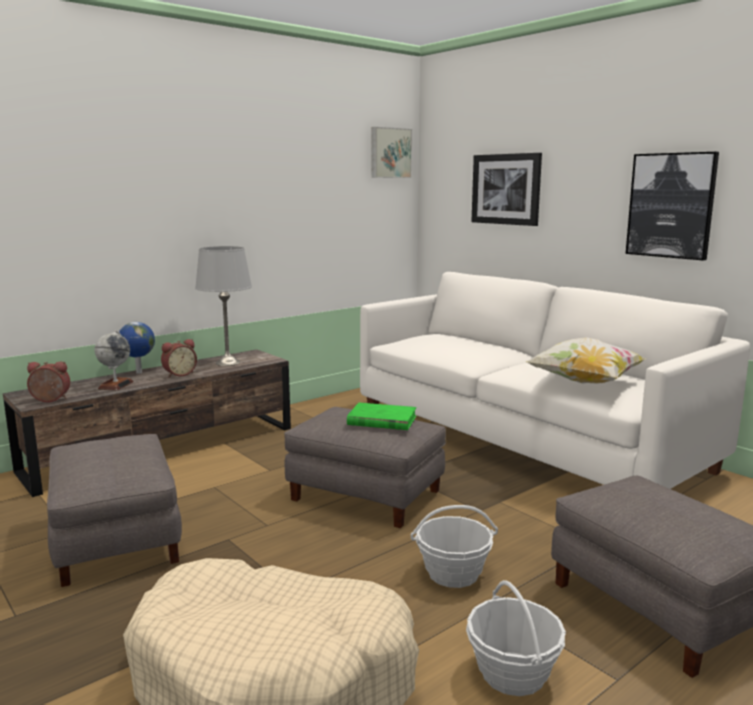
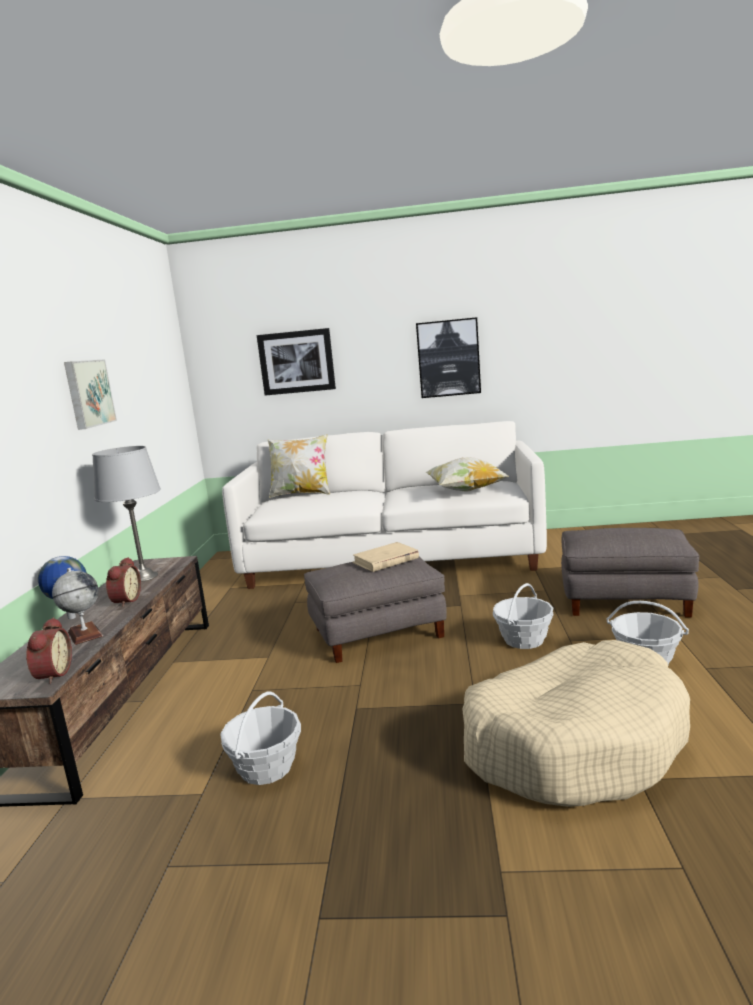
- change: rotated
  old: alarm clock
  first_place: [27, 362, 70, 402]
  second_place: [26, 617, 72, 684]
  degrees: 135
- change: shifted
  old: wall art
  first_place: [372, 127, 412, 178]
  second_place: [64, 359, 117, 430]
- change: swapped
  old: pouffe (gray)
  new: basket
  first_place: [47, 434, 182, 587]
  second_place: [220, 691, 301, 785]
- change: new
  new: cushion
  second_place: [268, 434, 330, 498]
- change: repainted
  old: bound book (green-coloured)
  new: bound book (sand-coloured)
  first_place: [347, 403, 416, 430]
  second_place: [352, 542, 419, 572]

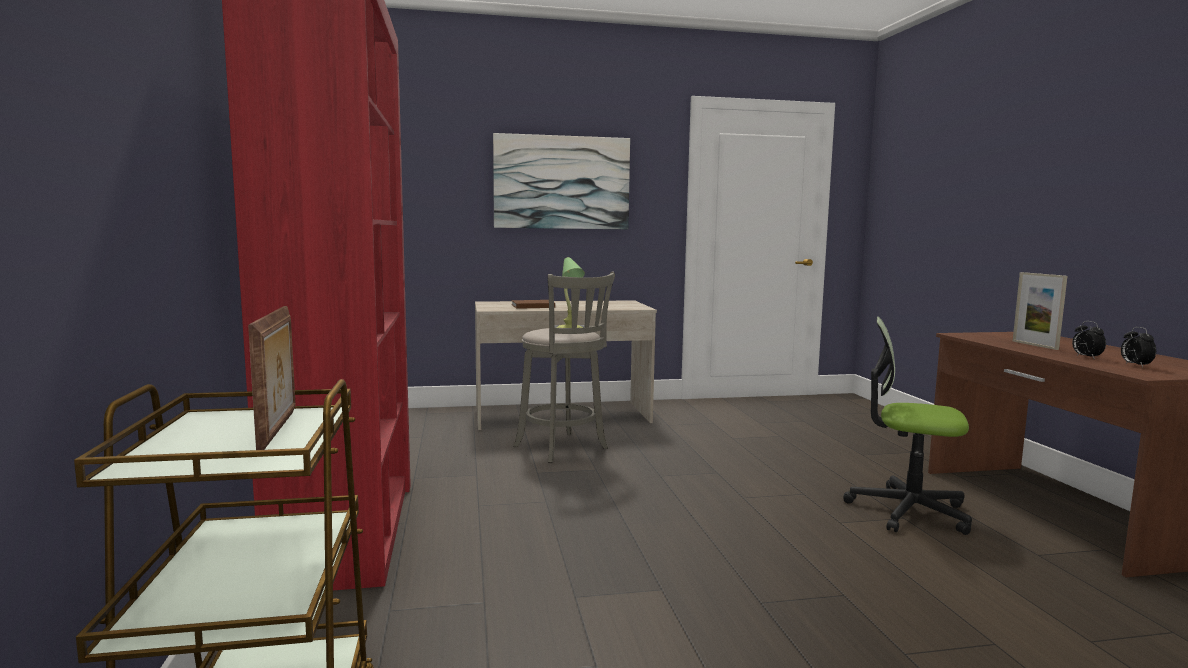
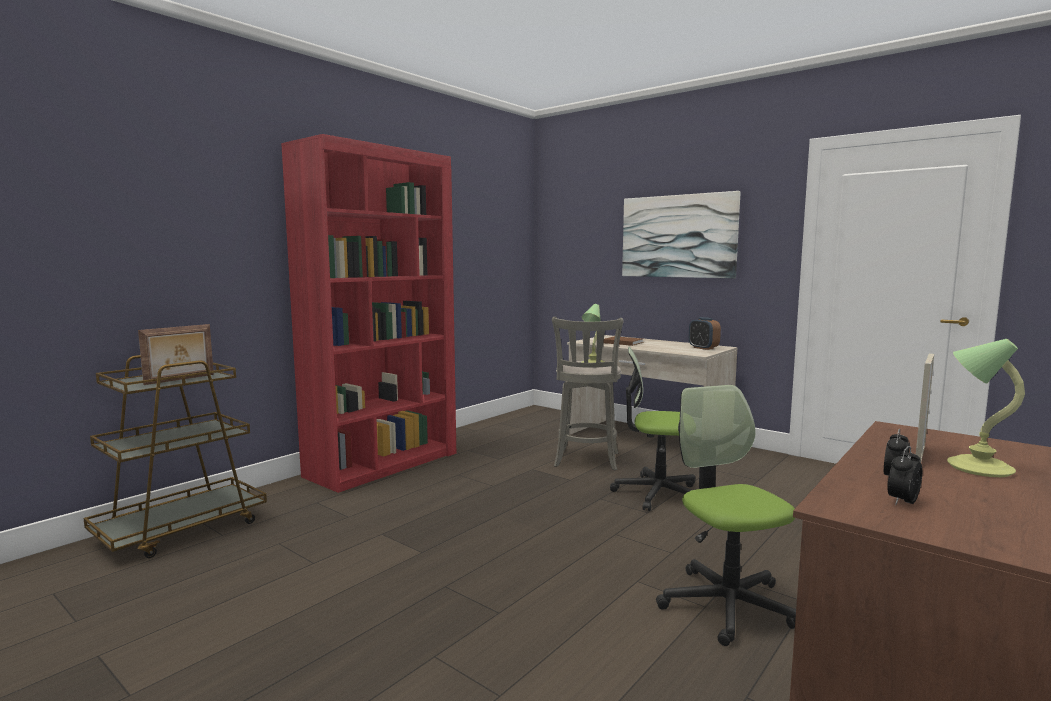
- change: new
  new: office chair
  second_place: [610, 347, 696, 511]
- change: new
  new: alarm clock
  second_place: [689, 317, 721, 350]
- change: new
  new: table lamp
  second_place: [947, 339, 1025, 477]

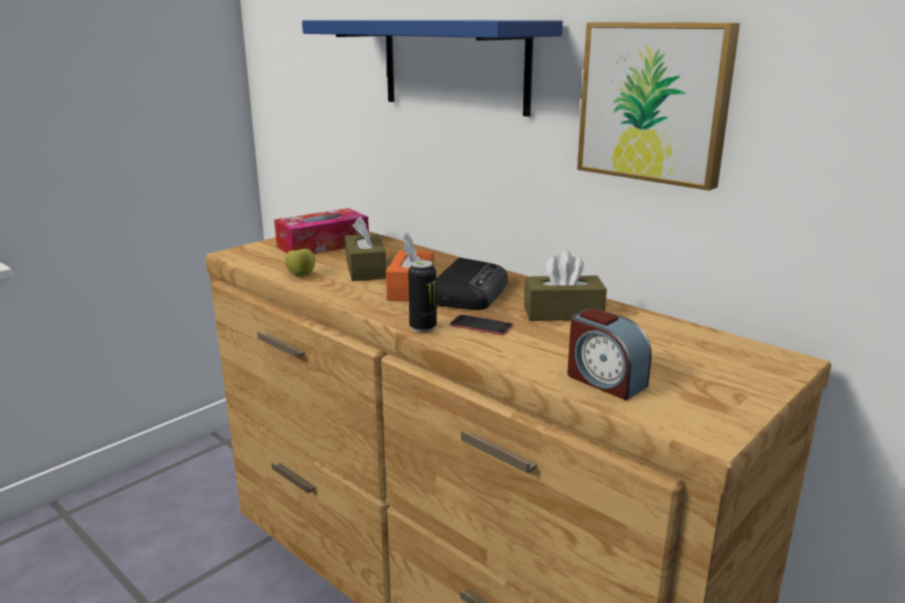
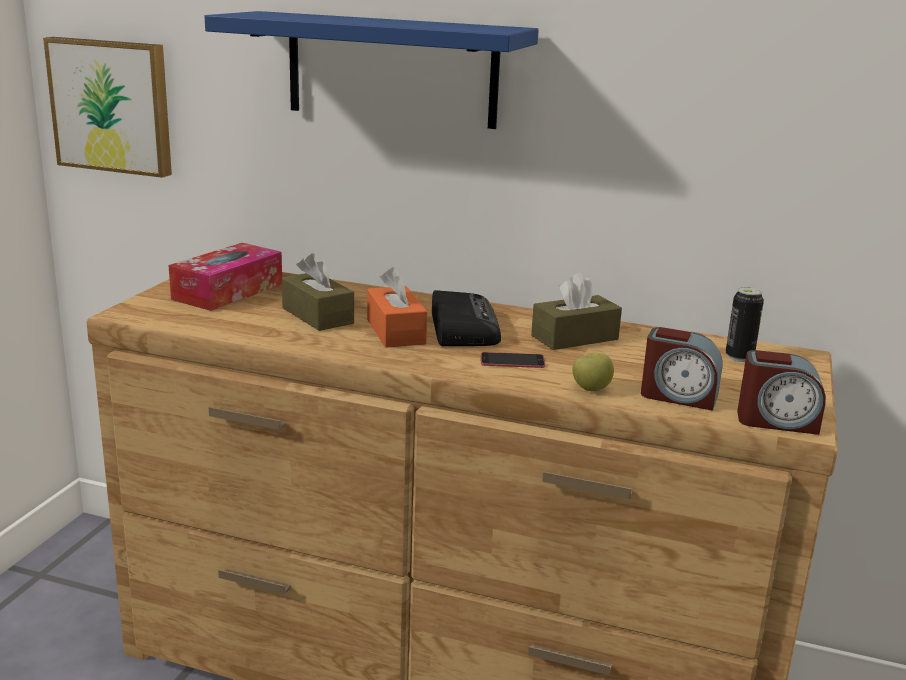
- change: shifted
  old: wall art
  first_place: [577, 22, 740, 191]
  second_place: [43, 37, 172, 178]
- change: shifted
  old: whole apple
  first_place: [285, 249, 315, 276]
  second_place: [572, 353, 614, 391]
- change: shifted
  old: metal can
  first_place: [408, 260, 437, 332]
  second_place: [726, 287, 764, 362]
- change: new
  new: alarm clock
  second_place: [737, 350, 826, 435]

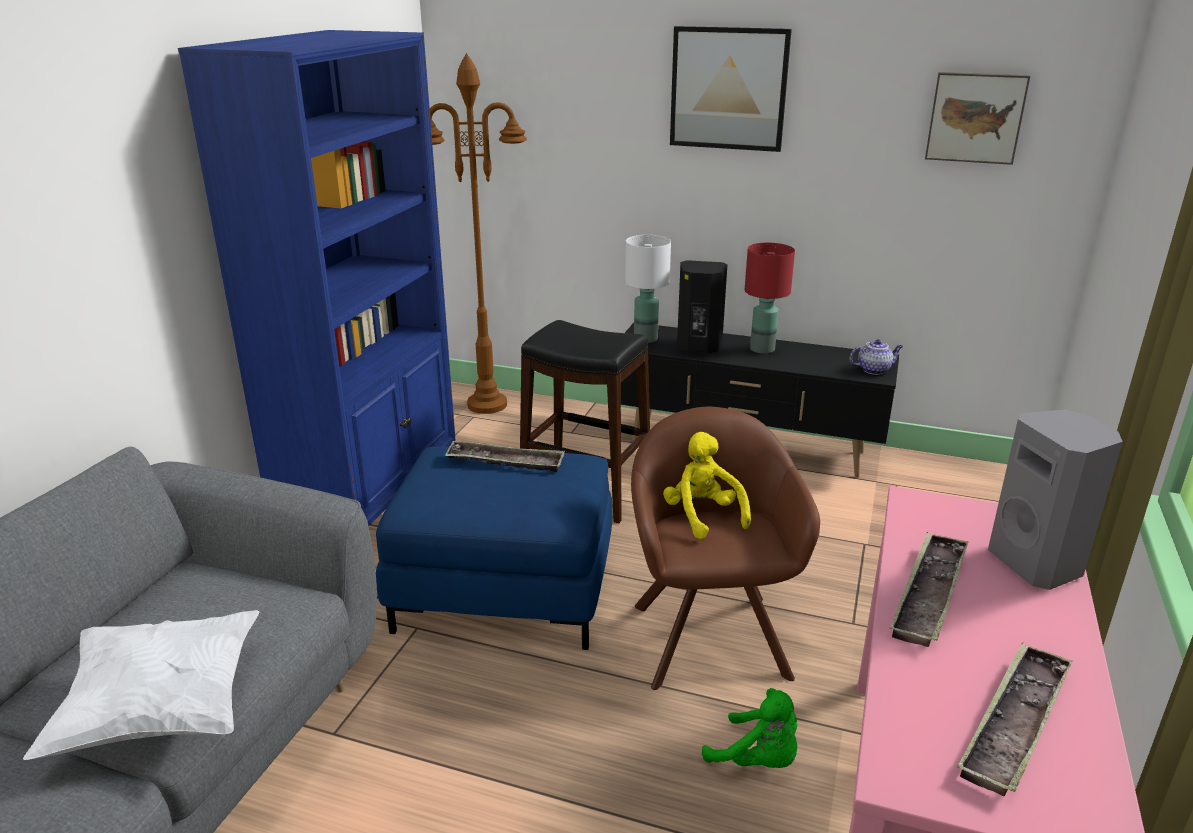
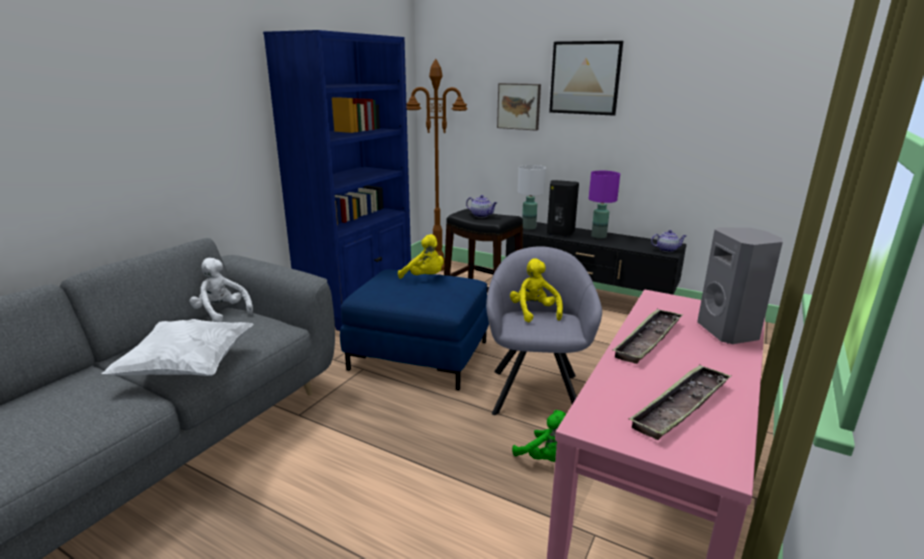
- change: new
  new: plush toy (white-coloured)
  second_place: [190, 258, 253, 322]
- change: swapped
  old: tray
  new: plush toy (yellow-coloured)
  first_place: [445, 441, 565, 473]
  second_place: [398, 234, 444, 279]
- change: new
  new: teapot
  second_place: [466, 195, 497, 218]
- change: repainted
  old: armchair (brownish)
  new: armchair (gray)
  first_place: [631, 407, 820, 690]
  second_place: [486, 246, 602, 415]
- change: shifted
  old: wall art
  first_place: [925, 72, 1030, 165]
  second_place: [497, 83, 541, 130]
- change: repainted
  old: table lamp (red)
  new: table lamp (purple)
  first_place: [745, 243, 795, 354]
  second_place: [589, 171, 620, 239]

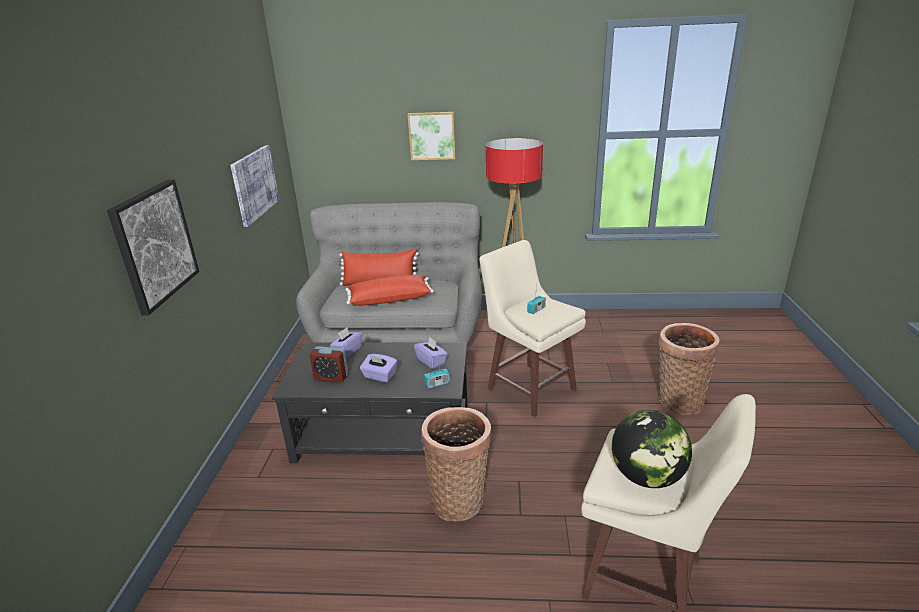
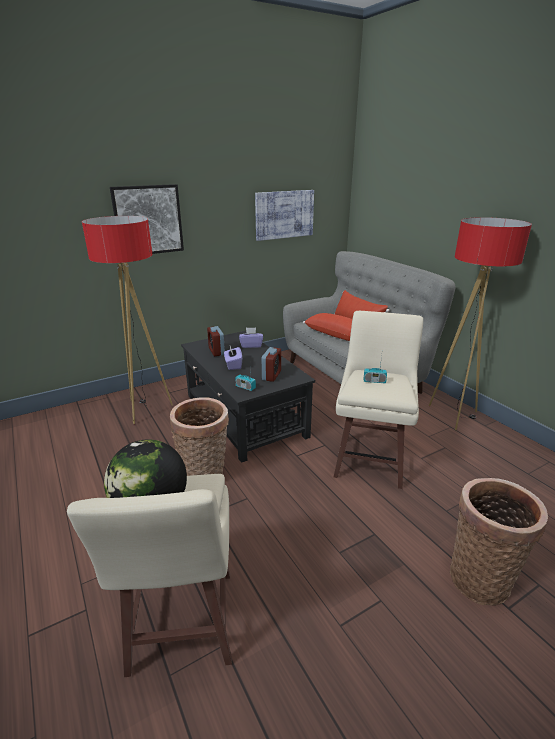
- change: new
  new: standing lamp
  second_place: [82, 216, 173, 424]
- change: swapped
  old: box of tissues (purple)
  new: alarm clock
  first_place: [414, 337, 448, 369]
  second_place: [262, 347, 281, 382]
- change: gone
  old: wall art
  first_place: [408, 112, 456, 160]

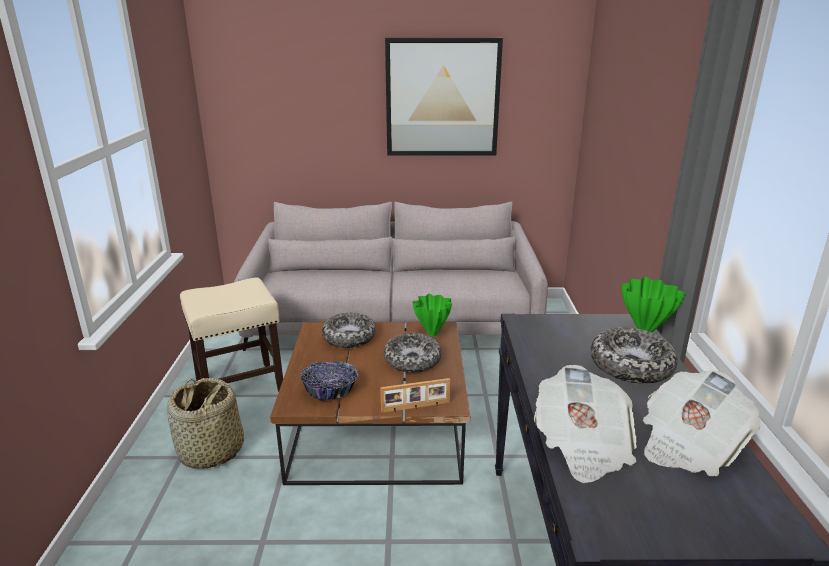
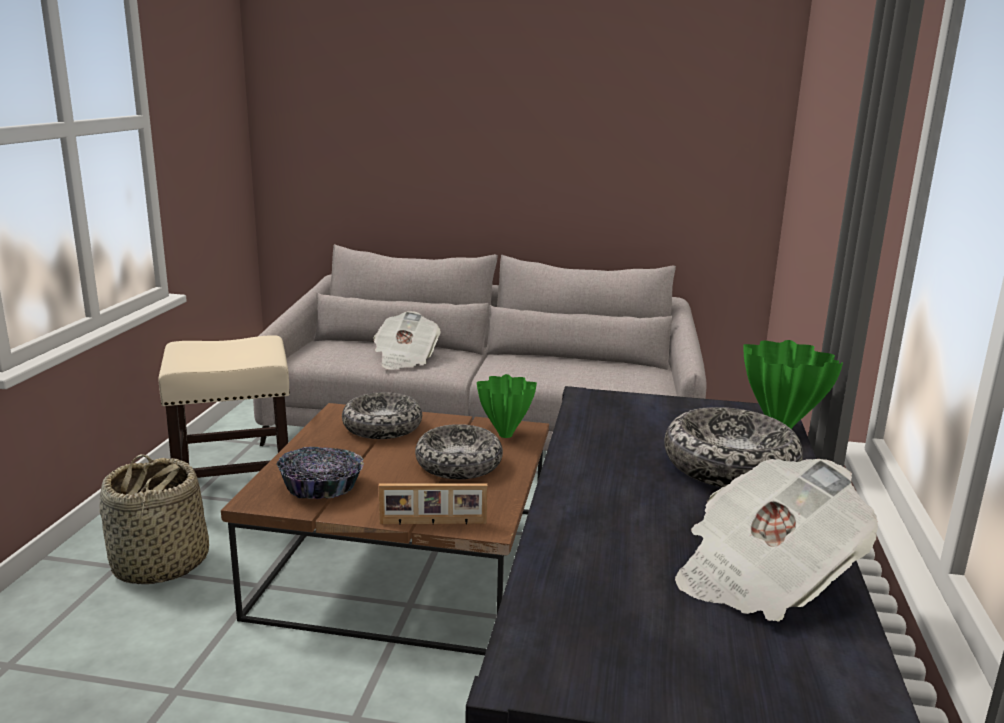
- change: shifted
  old: printed paper
  first_place: [533, 365, 637, 483]
  second_place: [373, 311, 441, 370]
- change: gone
  old: wall art
  first_place: [385, 38, 503, 156]

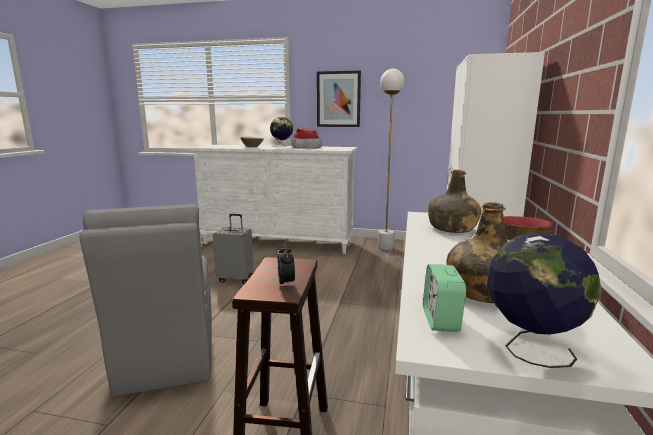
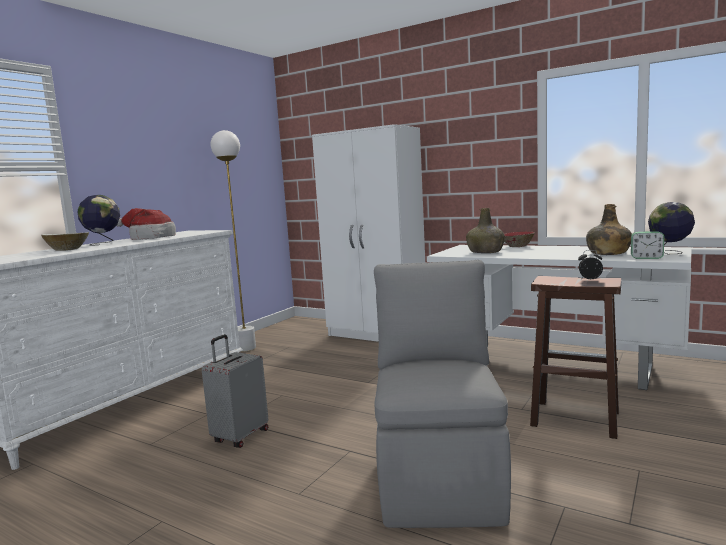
- change: rotated
  old: plain chair (gray)
  first_place: [79, 204, 212, 396]
  second_place: [374, 260, 511, 528]
  degrees: -90
- change: gone
  old: wall art
  first_place: [317, 71, 361, 127]

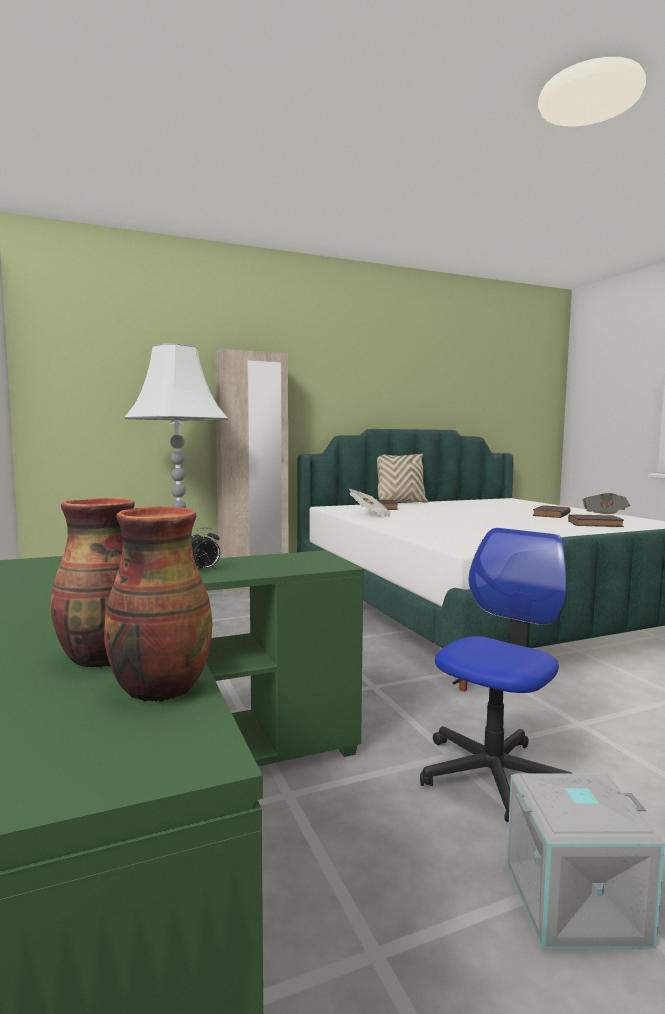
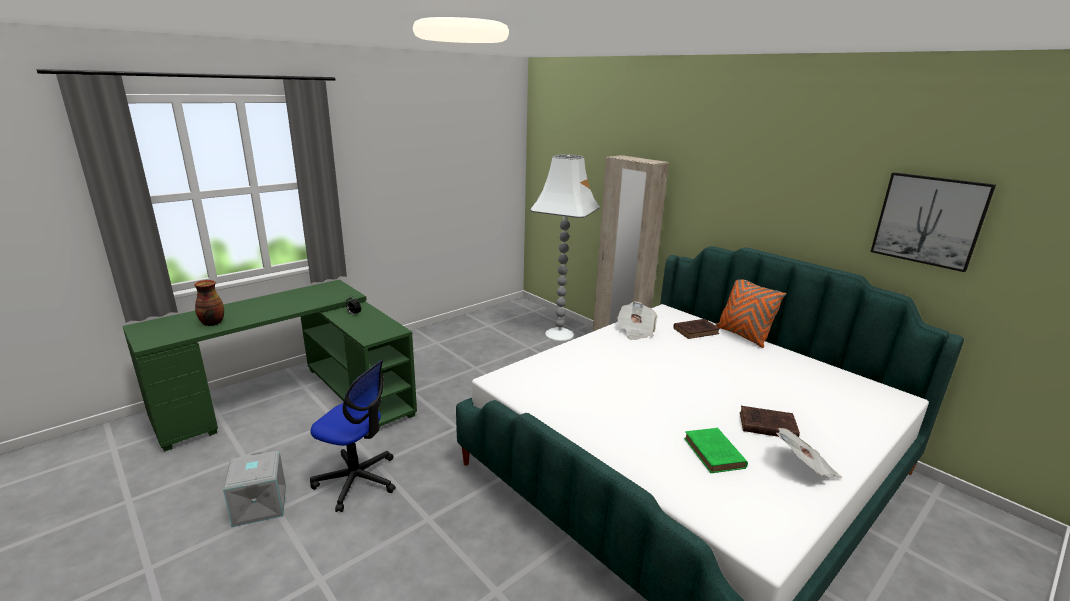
- change: repainted
  old: bound book (brownish)
  new: bound book (green-coloured)
  first_place: [568, 514, 624, 527]
  second_place: [684, 428, 748, 473]
- change: repainted
  old: cushion (sand-coloured)
  new: cushion (orangey)
  first_place: [377, 453, 428, 503]
  second_place: [716, 279, 787, 348]
- change: new
  new: wall art
  second_place: [871, 172, 996, 272]
- change: gone
  old: decorative vase
  first_place: [104, 507, 212, 702]

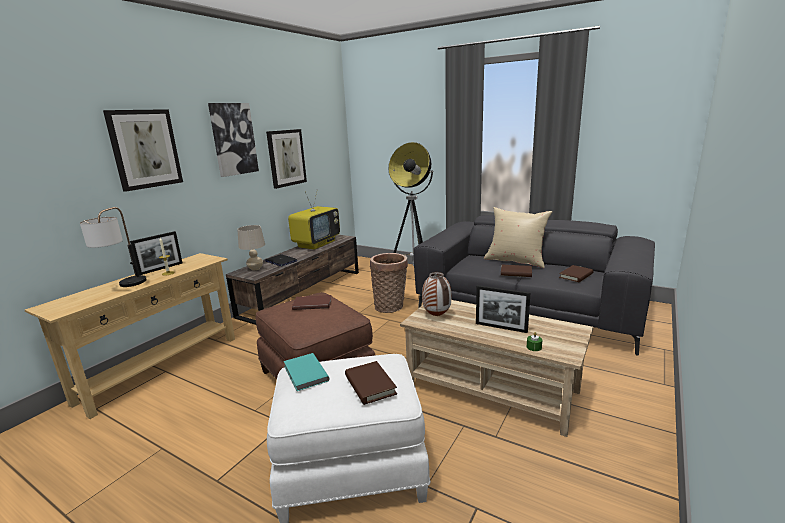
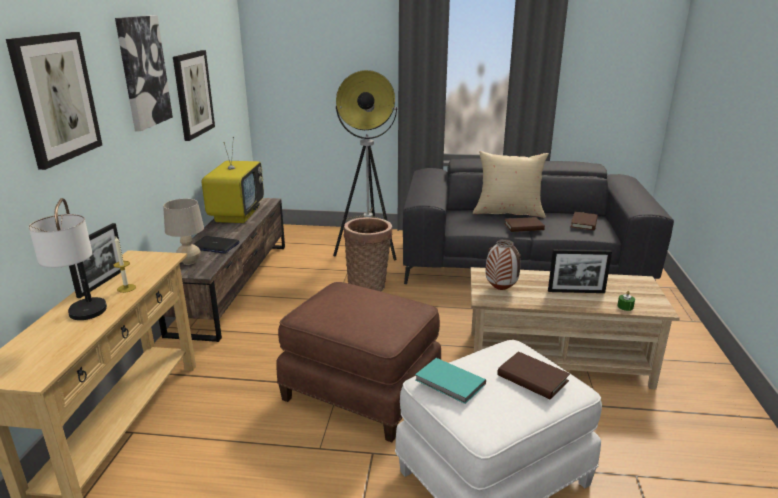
- change: gone
  old: bound book (brownish)
  first_place: [292, 295, 332, 310]

